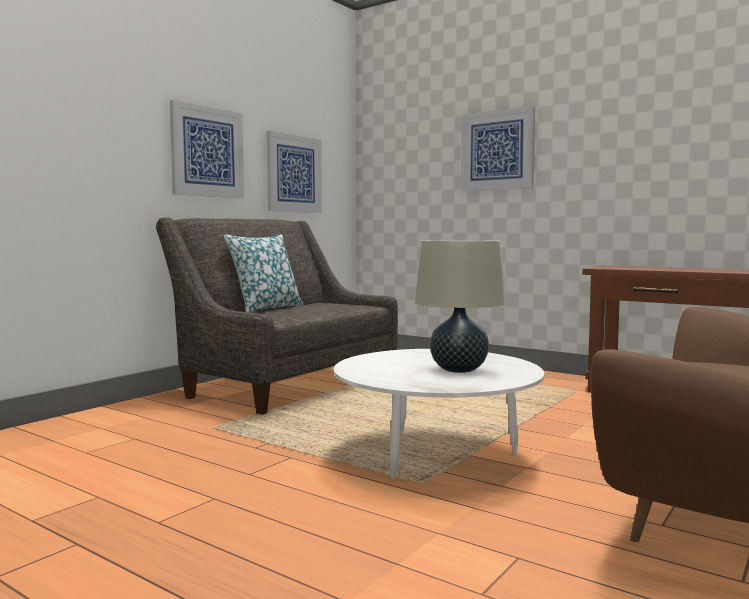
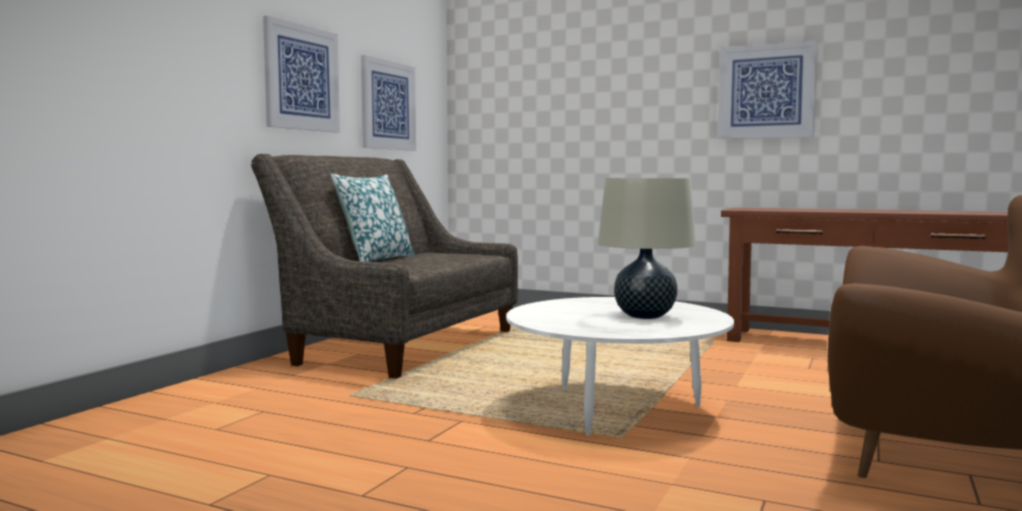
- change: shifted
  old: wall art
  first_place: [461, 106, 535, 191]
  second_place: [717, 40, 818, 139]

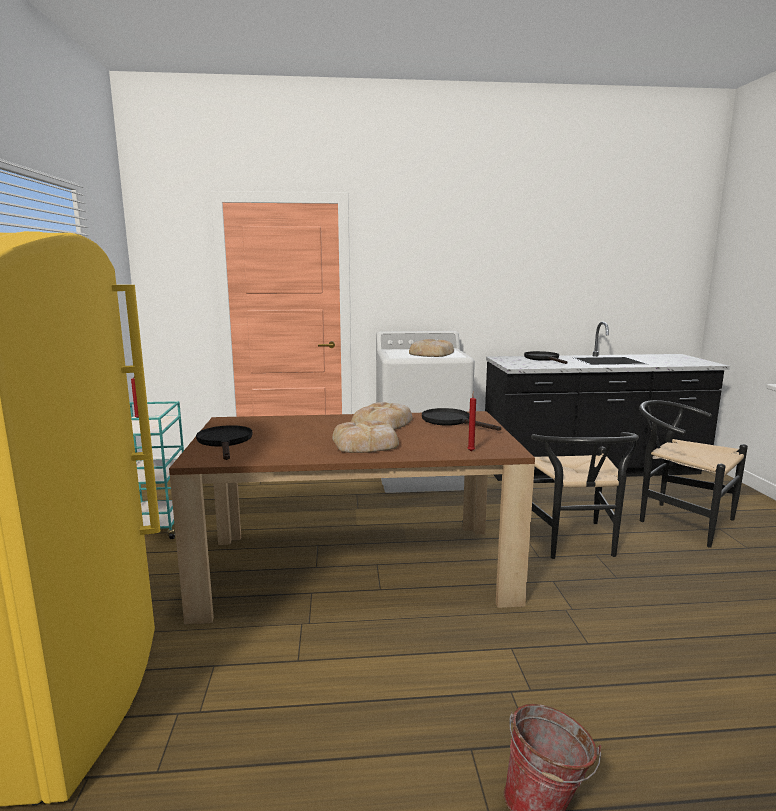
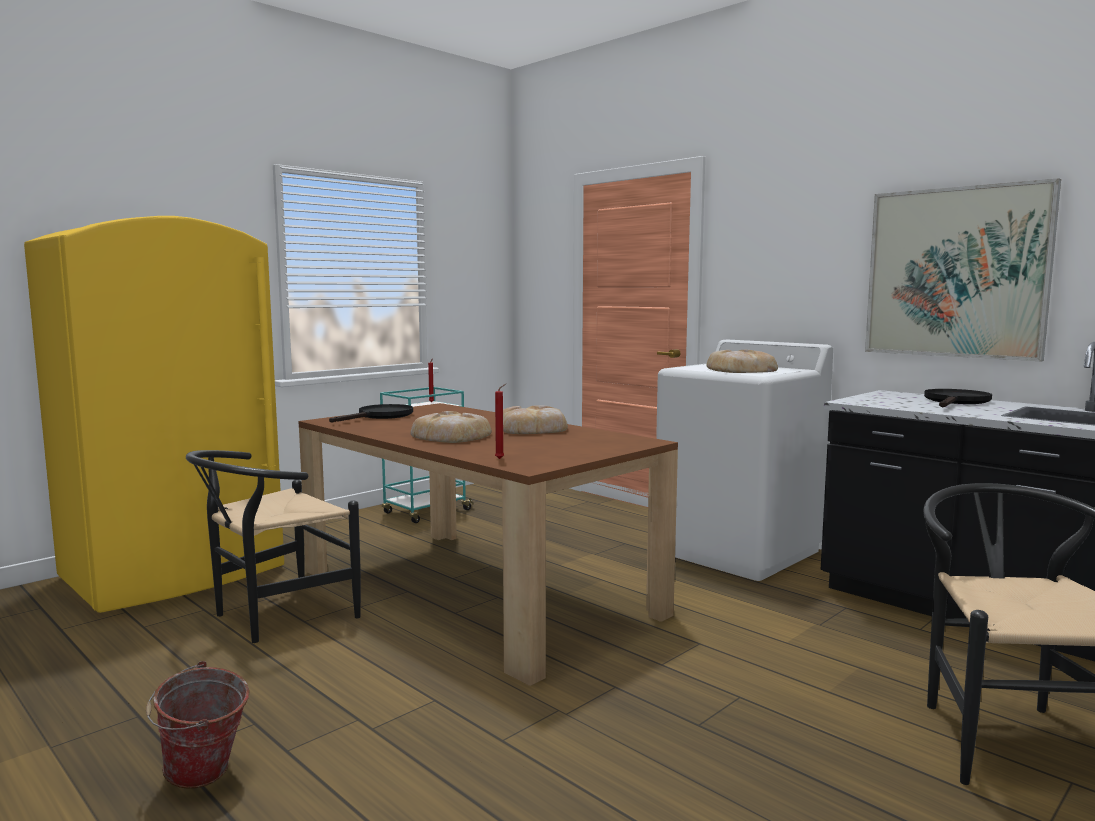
- change: shifted
  old: plain chair (black)
  first_place: [531, 432, 639, 559]
  second_place: [186, 450, 361, 643]
- change: new
  new: wall art
  second_place: [865, 178, 1061, 361]
- change: gone
  old: pan (black)
  first_place: [422, 408, 501, 431]

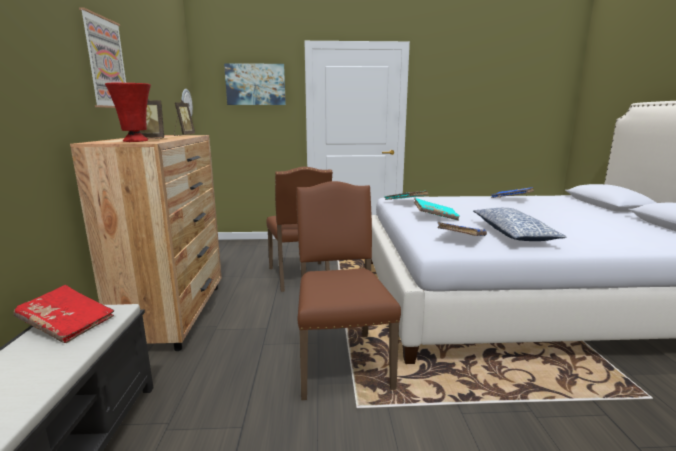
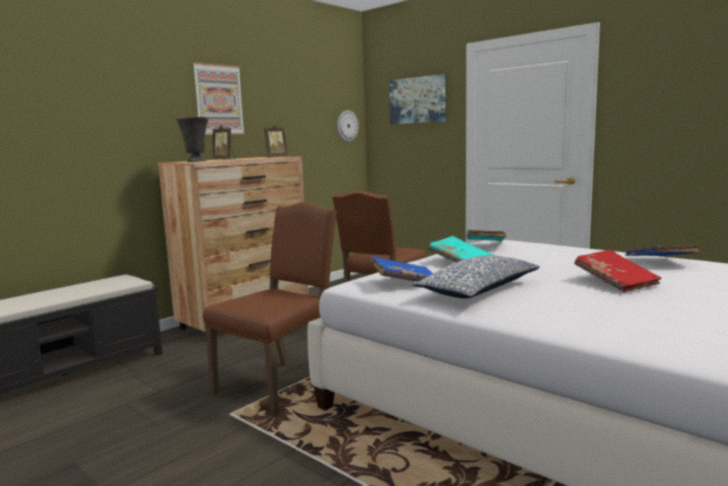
- change: repainted
  old: decorative vase (red)
  new: decorative vase (gray)
  first_place: [105, 82, 151, 142]
  second_place: [176, 117, 209, 162]
- change: shifted
  old: bound book (red)
  first_place: [13, 285, 114, 343]
  second_place: [574, 249, 661, 293]

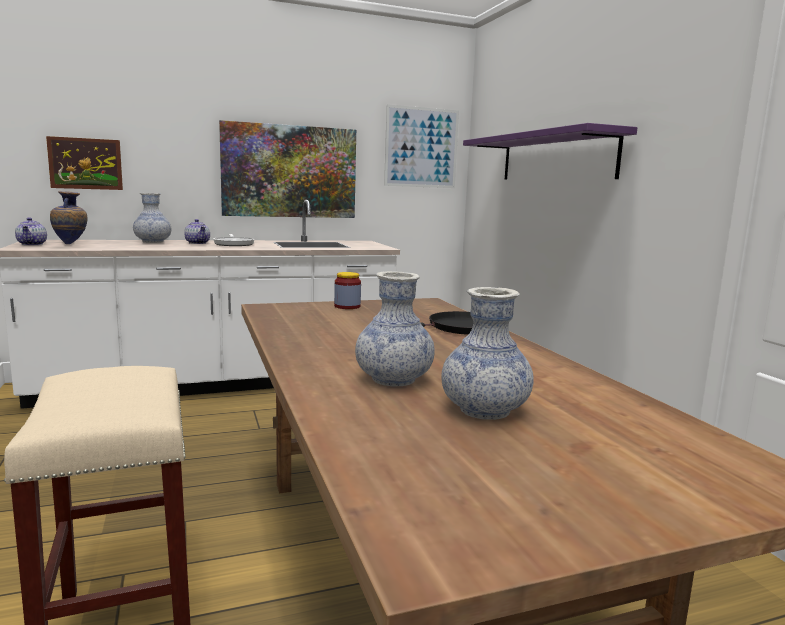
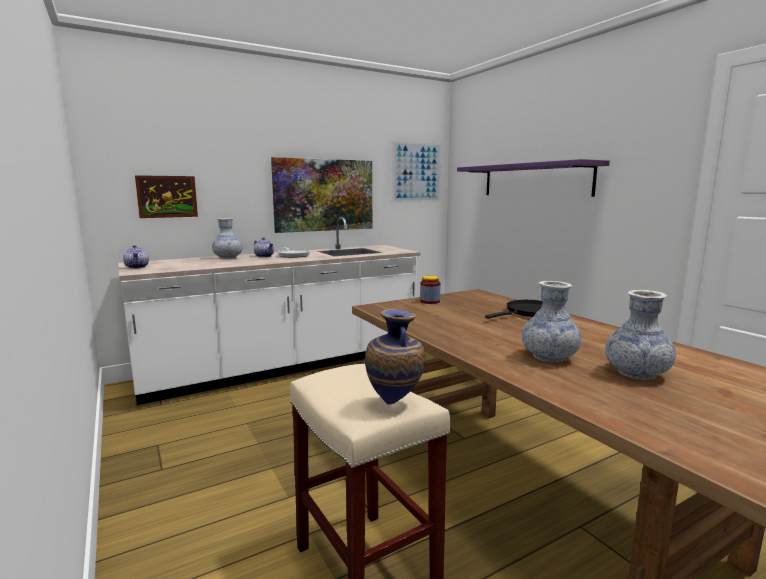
- change: shifted
  old: decorative vase
  first_place: [50, 191, 88, 244]
  second_place: [365, 309, 425, 405]

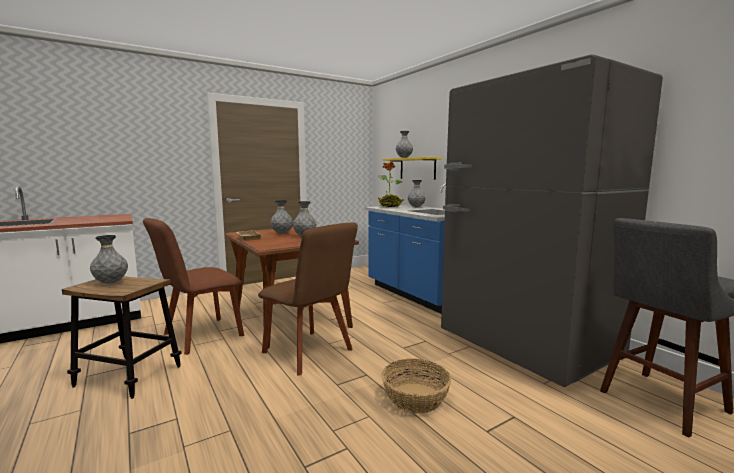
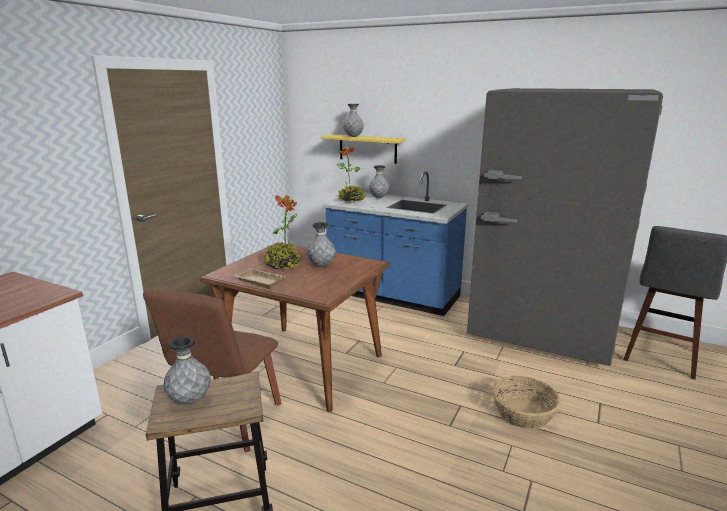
- change: swapped
  old: decorative vase (gray)
  new: houseplant
  first_place: [270, 200, 293, 234]
  second_place: [263, 195, 301, 270]
- change: gone
  old: plain chair (brownish)
  first_place: [258, 222, 358, 375]

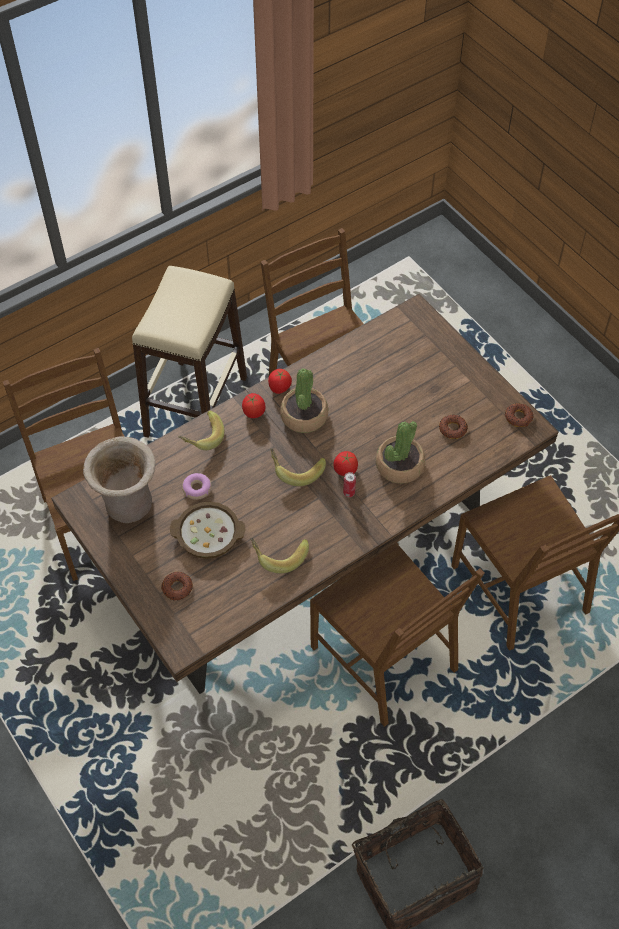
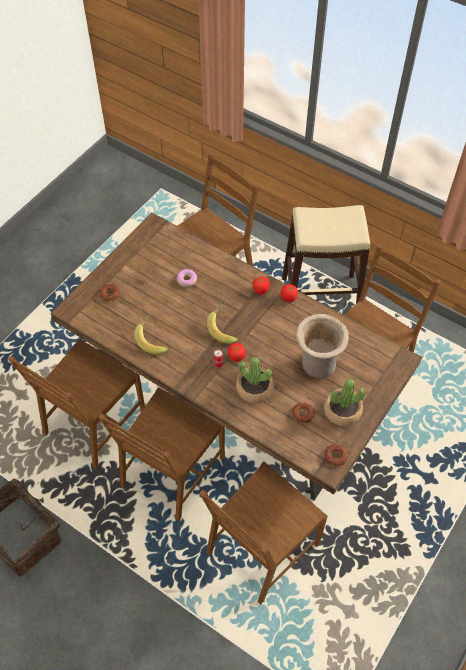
- change: new
  new: plain chair (brownish)
  second_place: [8, 339, 145, 468]
- change: shifted
  old: decorative vase (sand-coloured)
  first_place: [83, 436, 156, 523]
  second_place: [296, 314, 349, 378]
- change: shifted
  old: houseplant
  first_place: [280, 368, 328, 433]
  second_place: [324, 379, 365, 426]
- change: gone
  old: serving bowl
  first_place: [170, 502, 246, 559]
- change: gone
  old: banana
  first_place: [178, 411, 224, 450]

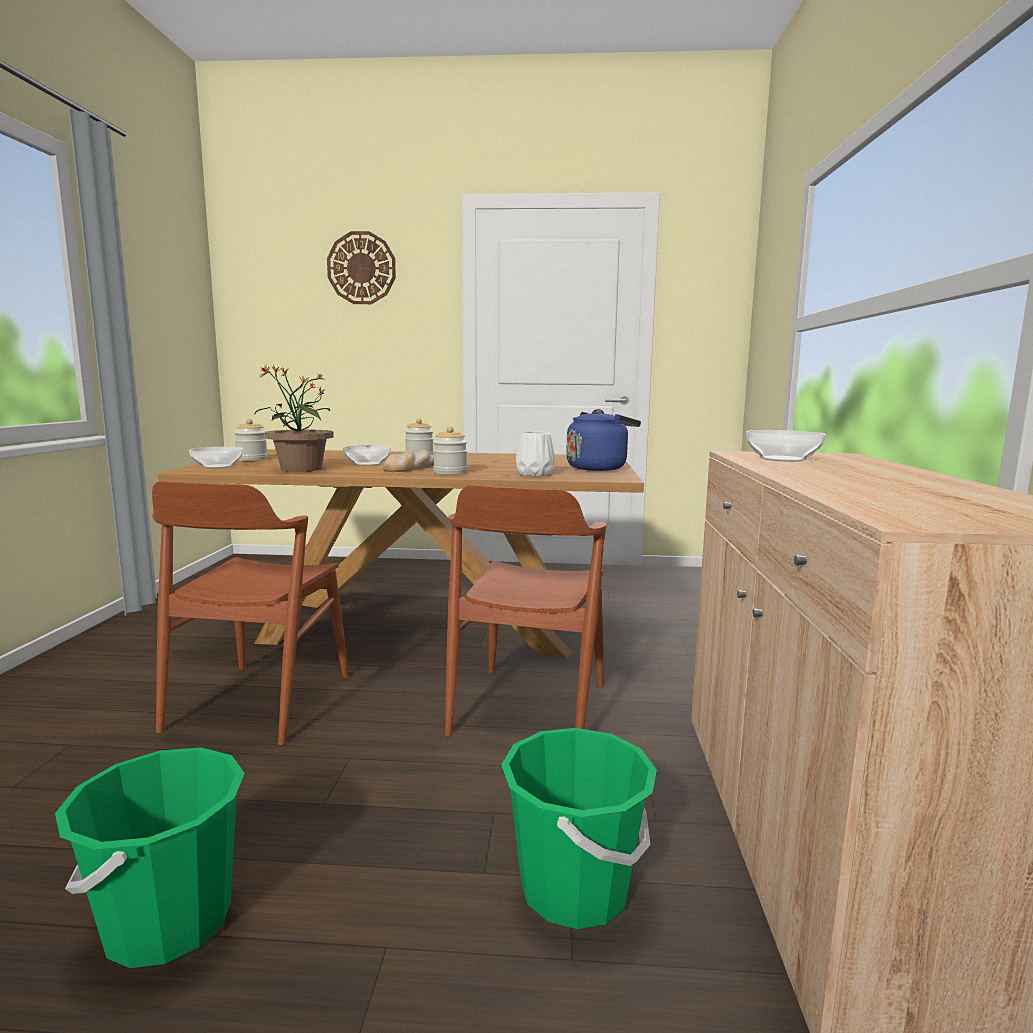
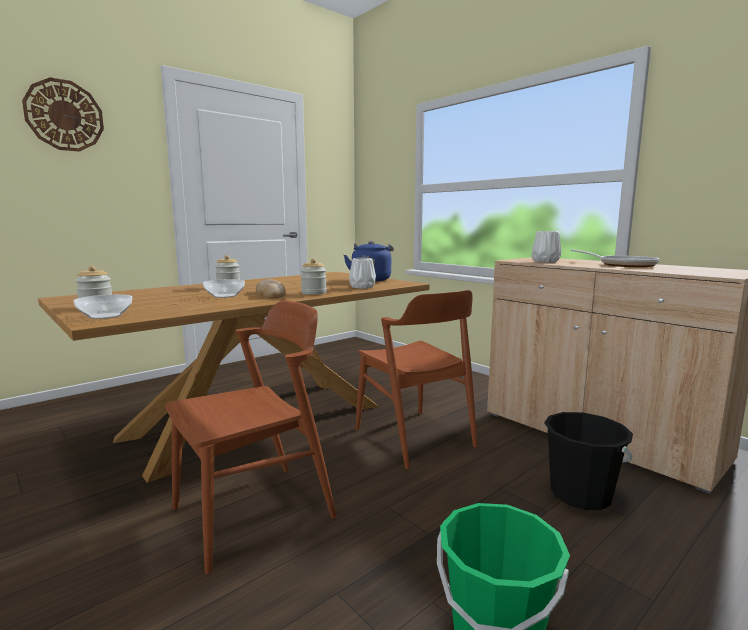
- change: rotated
  old: plain chair (brownish)
  first_place: [152, 481, 349, 745]
  second_place: [166, 300, 337, 574]
  degrees: -90
- change: swapped
  old: serving bowl
  new: decorative vase (white-coloured)
  first_place: [746, 430, 826, 462]
  second_place: [532, 231, 561, 262]
- change: repainted
  old: water bucket (green-coloured)
  new: water bucket (black)
  first_place: [501, 728, 657, 929]
  second_place: [544, 412, 633, 510]
- change: new
  new: pan
  second_place: [571, 249, 660, 267]
- change: gone
  old: houseplant
  first_place: [255, 365, 334, 472]

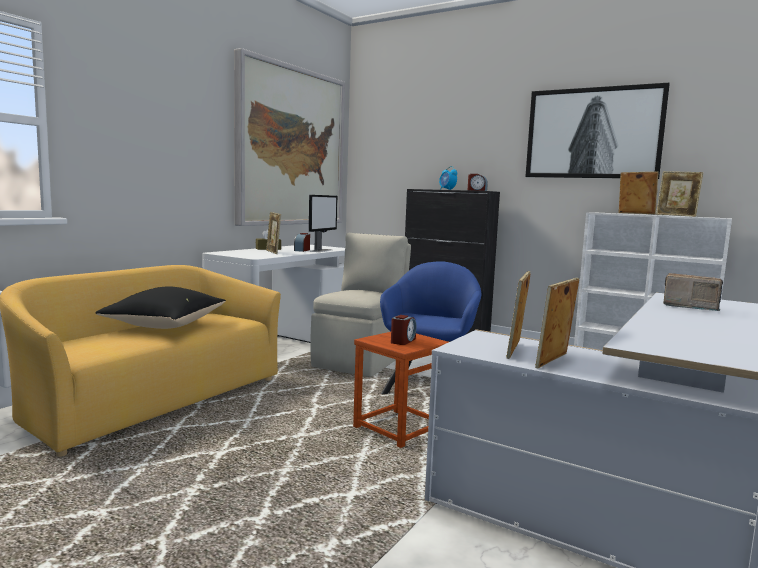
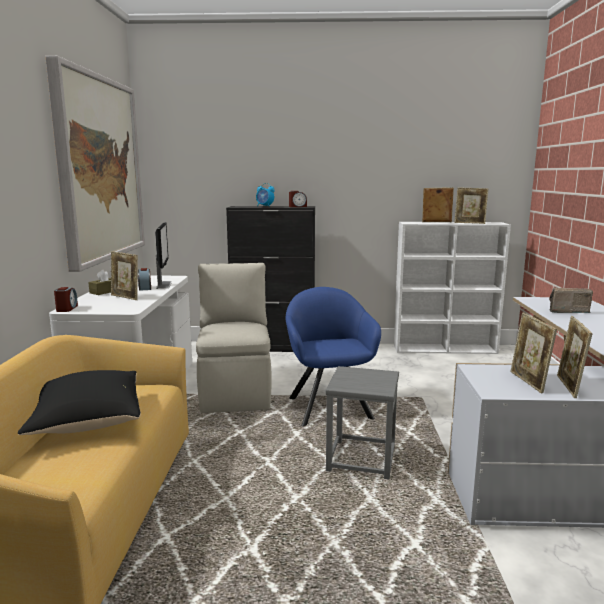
- change: shifted
  old: alarm clock
  first_place: [391, 315, 417, 345]
  second_place: [54, 287, 78, 312]
- change: repainted
  old: stool seat (brownish)
  new: stool seat (gray)
  first_place: [353, 332, 449, 448]
  second_place: [325, 366, 399, 479]
- change: gone
  old: wall art
  first_place: [525, 83, 670, 179]

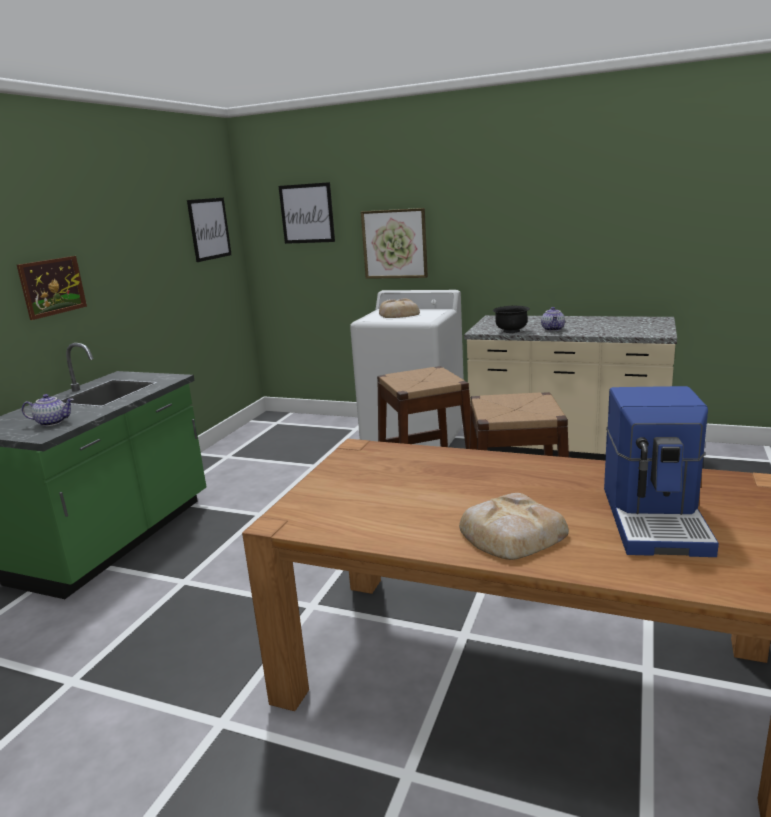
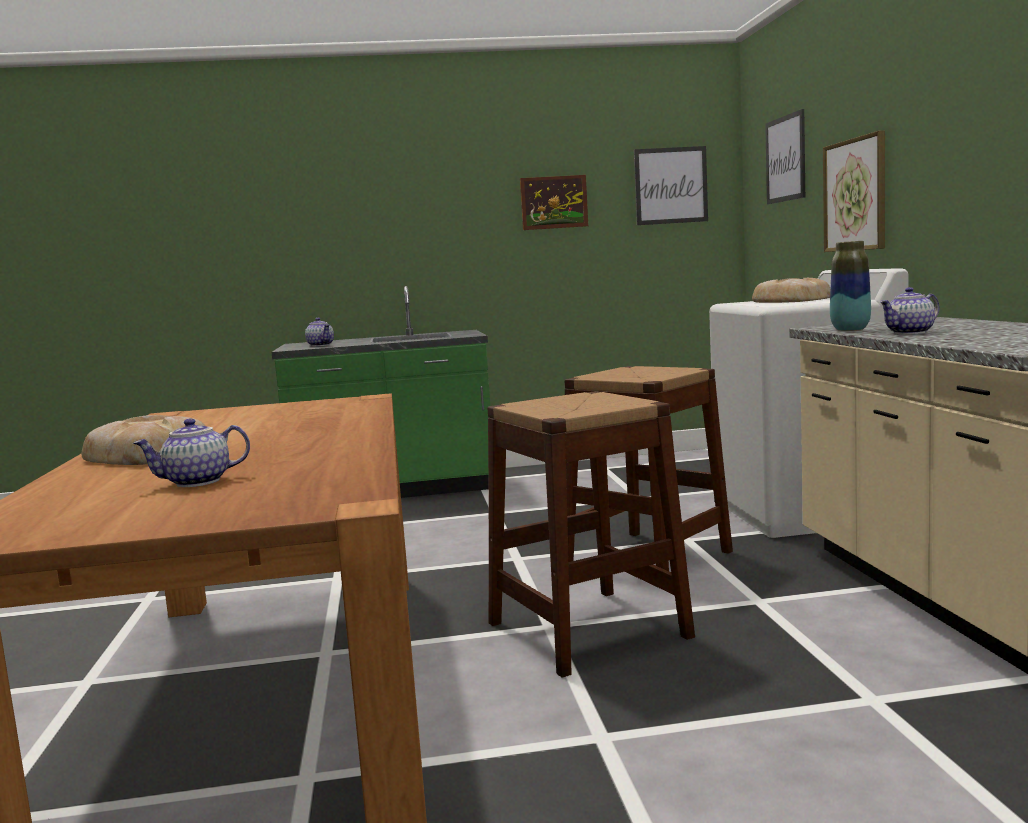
- change: swapped
  old: coffee brewer
  new: teapot
  first_place: [604, 386, 719, 557]
  second_place: [133, 419, 250, 487]
- change: shifted
  old: wall art
  first_place: [17, 256, 87, 320]
  second_place: [520, 175, 588, 230]
- change: swapped
  old: serving bowl (black)
  new: decorative vase
  first_place: [493, 306, 530, 333]
  second_place: [830, 241, 871, 331]

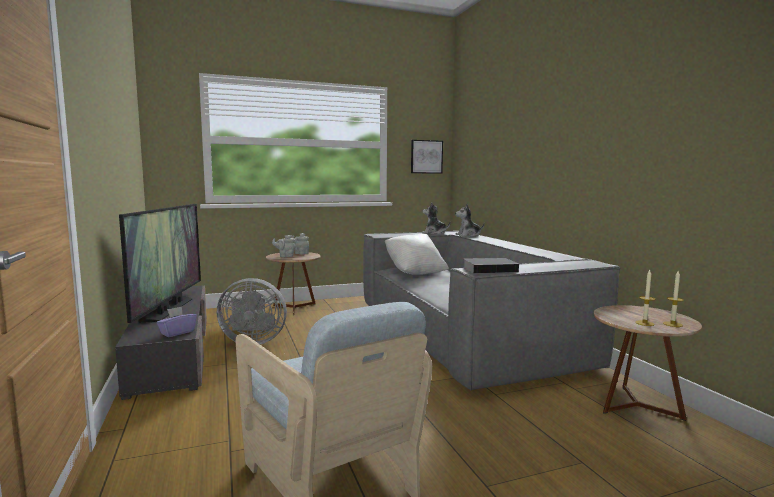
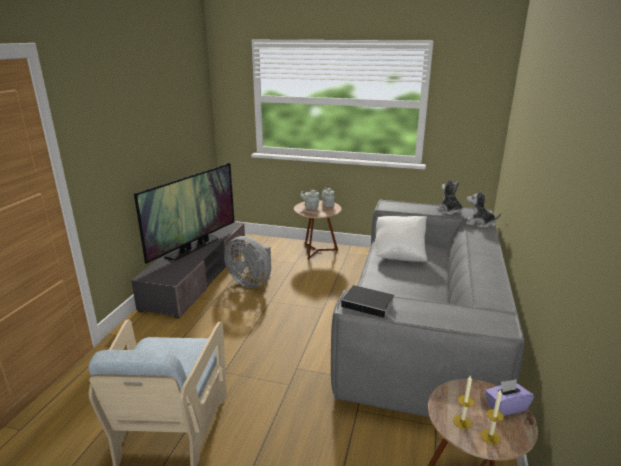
- change: shifted
  old: box of tissues (purple)
  first_place: [157, 306, 197, 337]
  second_place: [485, 379, 534, 416]
- change: gone
  old: wall art
  first_place: [411, 140, 443, 174]

